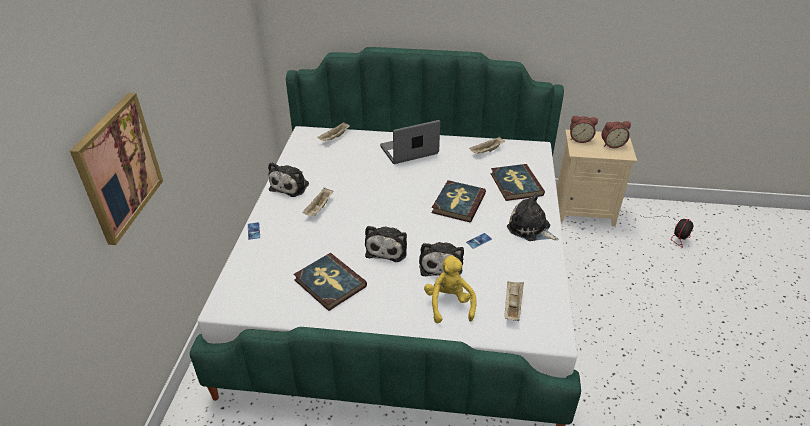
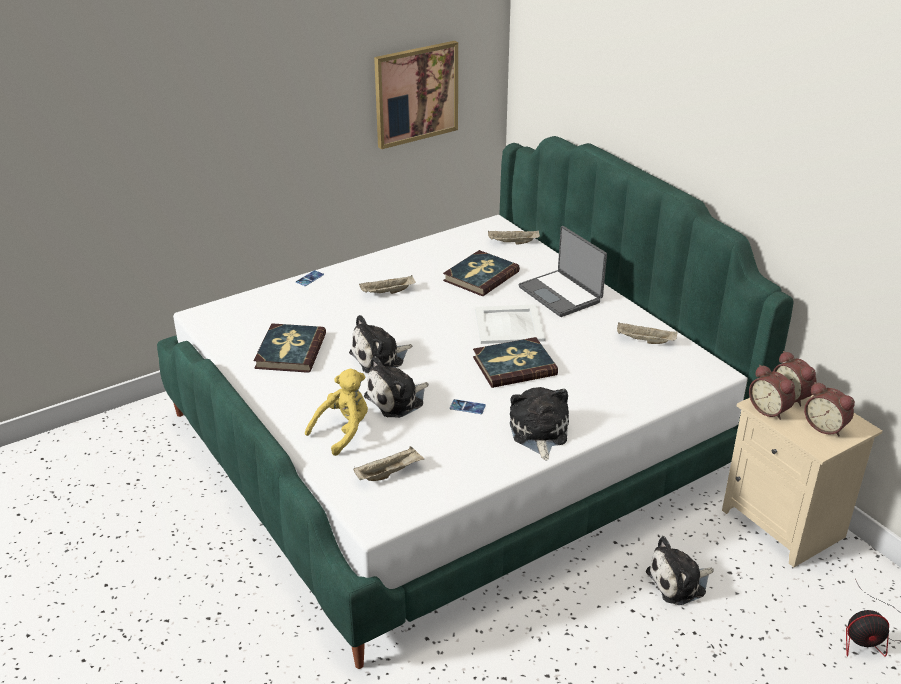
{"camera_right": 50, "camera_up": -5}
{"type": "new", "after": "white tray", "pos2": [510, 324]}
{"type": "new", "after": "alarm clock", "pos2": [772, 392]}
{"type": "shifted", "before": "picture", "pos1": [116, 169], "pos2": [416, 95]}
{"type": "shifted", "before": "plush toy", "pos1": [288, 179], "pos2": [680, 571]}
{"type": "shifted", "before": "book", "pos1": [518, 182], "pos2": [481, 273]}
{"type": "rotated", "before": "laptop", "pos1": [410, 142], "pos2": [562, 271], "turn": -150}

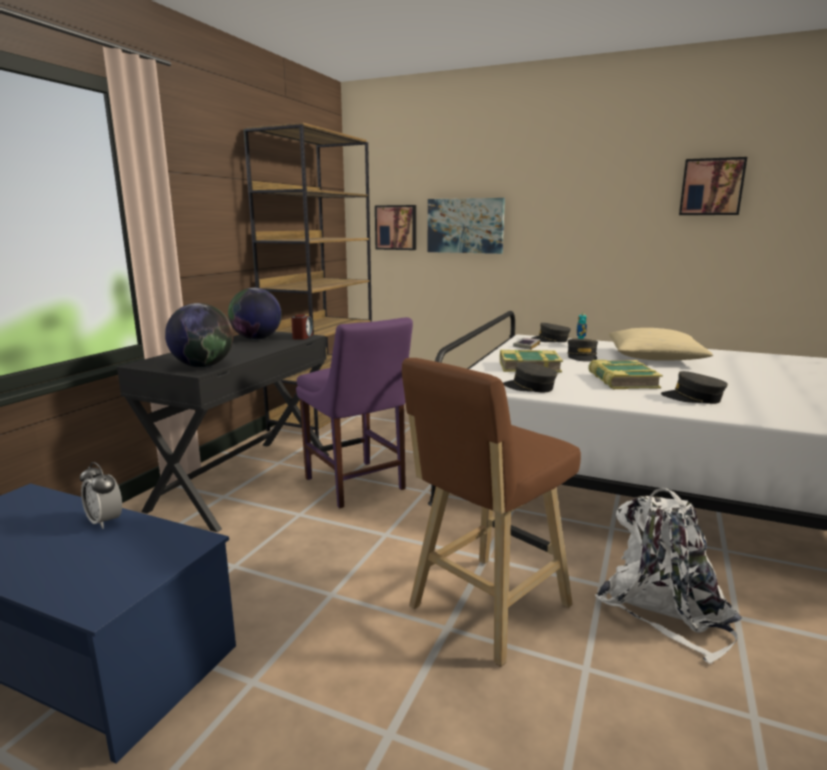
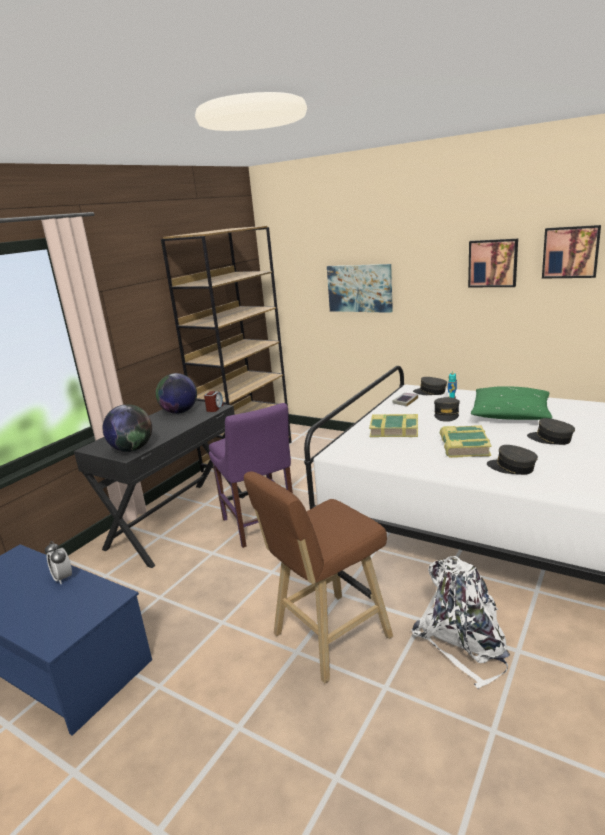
{"camera_right": 10, "camera_up": 5}
{"type": "shifted", "before": "picture", "pos1": [395, 227], "pos2": [493, 263]}
{"type": "shifted", "before": "grey cap", "pos1": [530, 377], "pos2": [551, 431]}
{"type": "repainted", "before": "beige pillow", "after": "green pillow", "pos1": [661, 344], "pos2": [511, 403]}

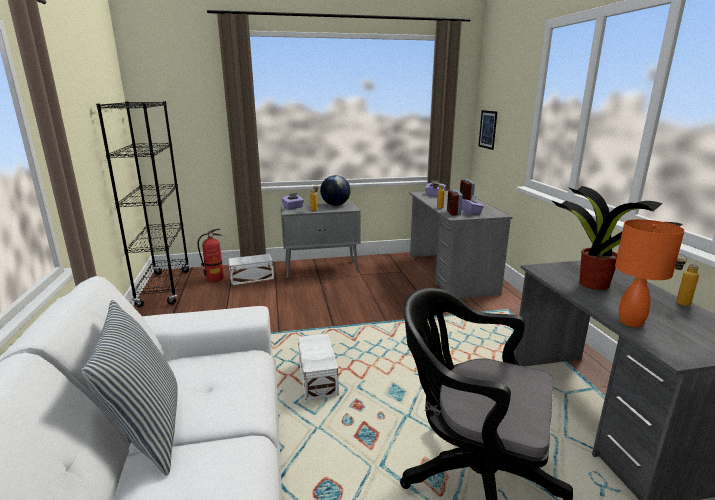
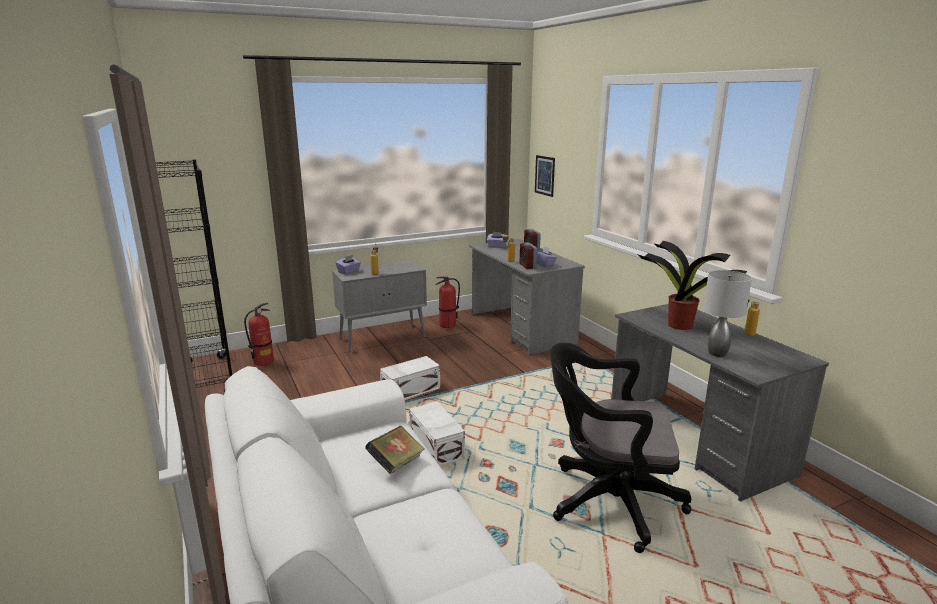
{"camera_right": -15, "camera_up": 0}
{"type": "gone", "before": "pillow", "pos1": [129, 388]}
{"type": "gone", "before": "globe", "pos1": [335, 190]}
{"type": "new", "after": "book", "pos2": [395, 450]}
{"type": "new", "after": "fire extinguisher", "pos2": [447, 302]}
{"type": "shifted", "before": "white storage box", "pos1": [251, 269], "pos2": [410, 378]}
{"type": "repainted", "before": "orange table lamp", "after": "grey table lamp", "pos1": [650, 273], "pos2": [727, 313]}

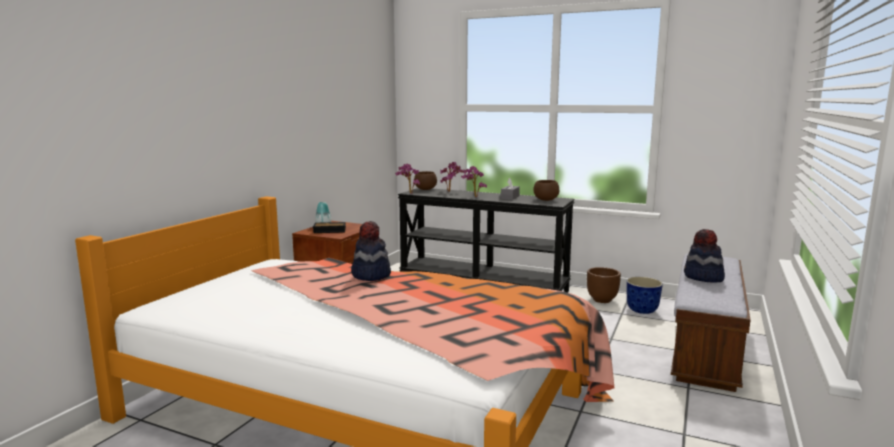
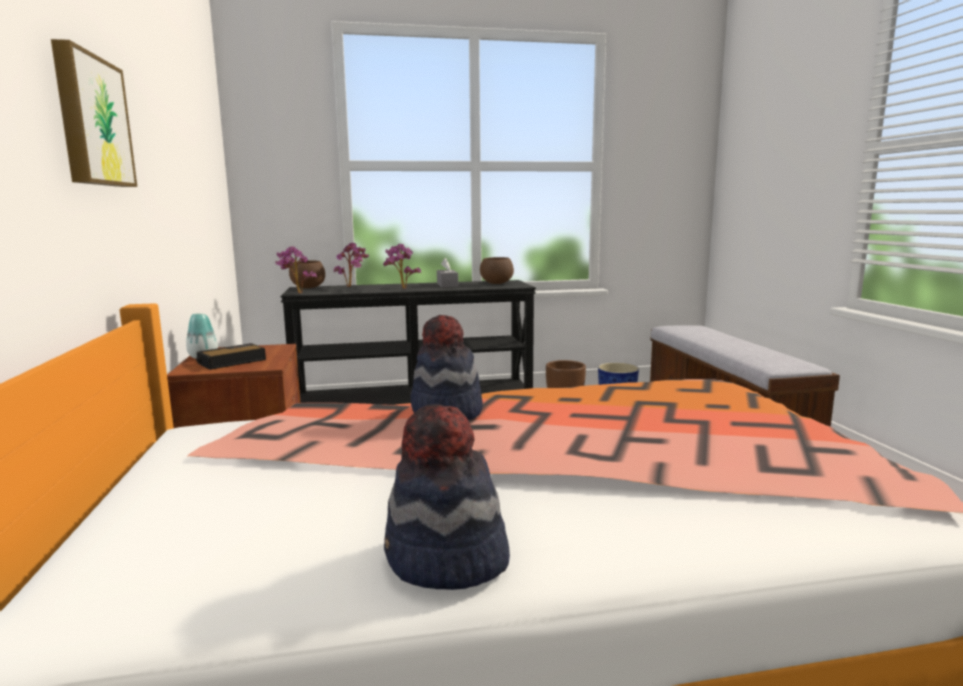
{"camera_right": -35, "camera_up": 0}
{"type": "new", "after": "picture", "pos2": [94, 113]}
{"type": "shifted", "before": "hat", "pos1": [704, 255], "pos2": [447, 497]}

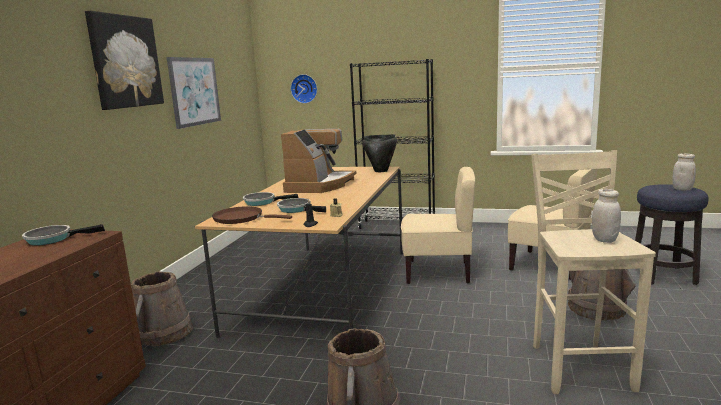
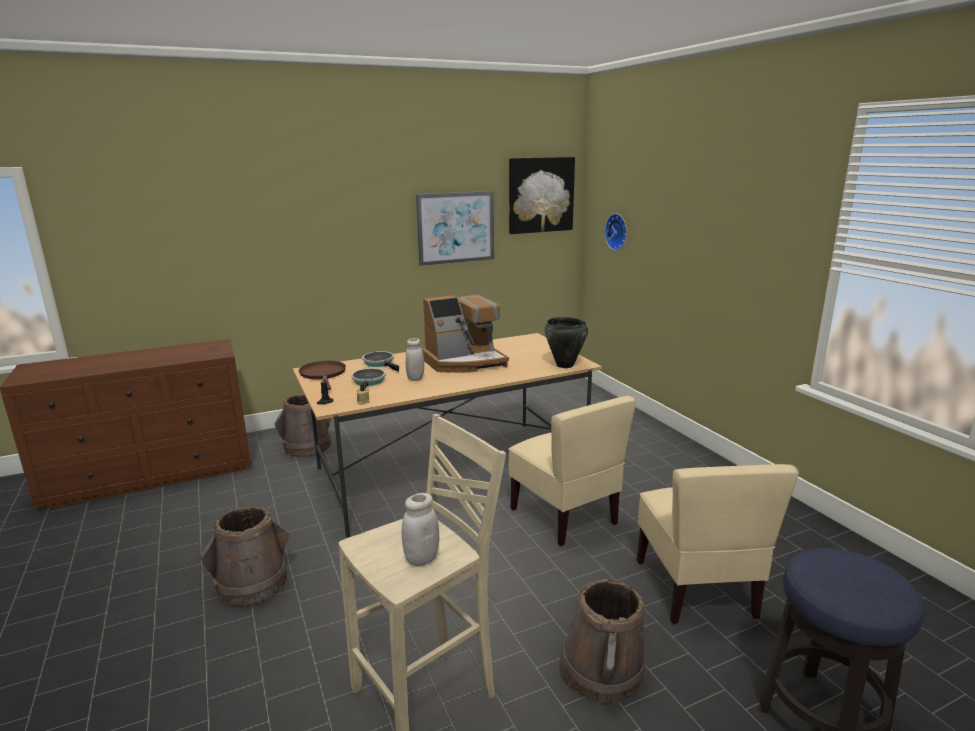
{"camera_right": 50, "camera_up": 5}
{"type": "gone", "before": "frying pan", "pos1": [63, 234]}
{"type": "gone", "before": "black bookcase", "pos1": [392, 144]}
{"type": "shifted", "before": "picture", "pos1": [124, 60], "pos2": [542, 195]}
{"type": "shifted", "before": "white jar", "pos1": [684, 172], "pos2": [414, 359]}

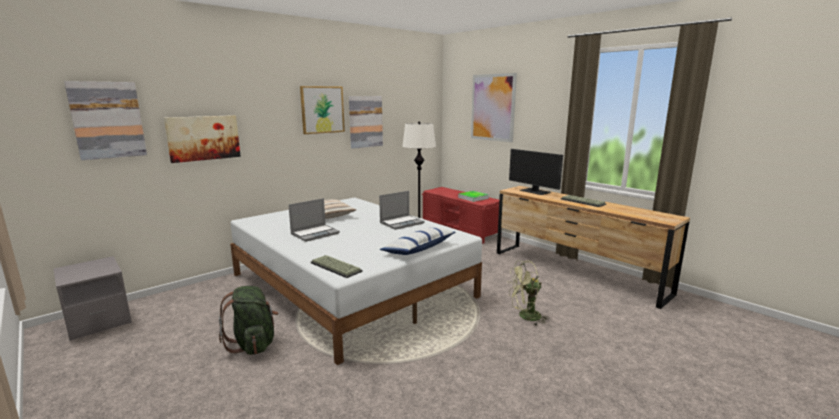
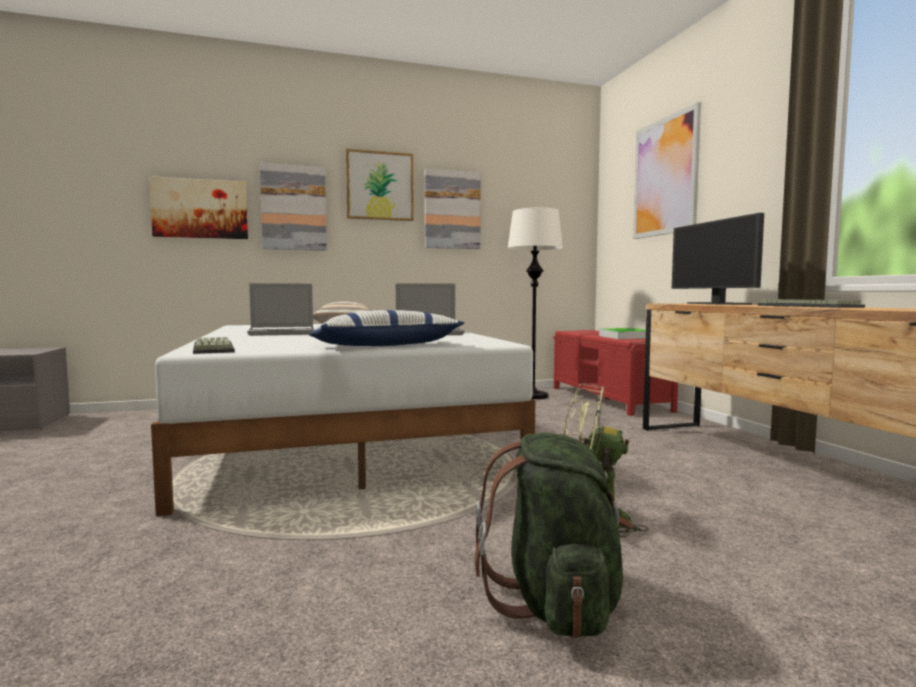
{"camera_right": 25, "camera_up": -10}
{"type": "shifted", "before": "picture", "pos1": [105, 120], "pos2": [293, 207]}
{"type": "shifted", "before": "green backpack", "pos1": [248, 320], "pos2": [554, 535]}

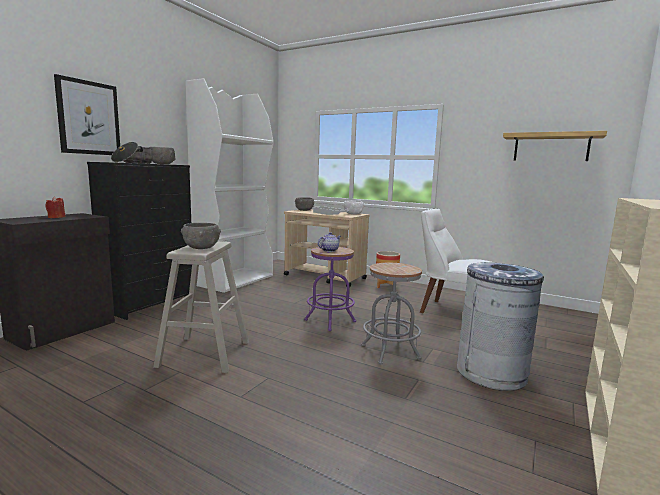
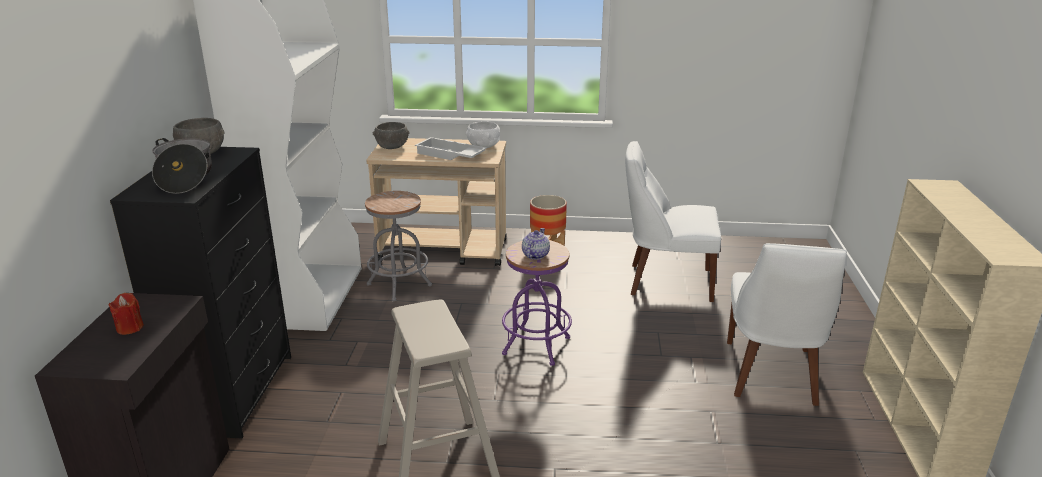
{"camera_right": -25, "camera_up": 15}
{"type": "gone", "before": "picture", "pos1": [87, 114]}
{"type": "gone", "before": "grey bowl", "pos1": [201, 236]}
{"type": "gone", "before": "shelf", "pos1": [555, 146]}
{"type": "shifted", "before": "grey stool", "pos1": [391, 314], "pos2": [398, 246]}
{"type": "swapped", "before": "grey trash can", "after": "white chair", "pos1": [500, 326], "pos2": [787, 324]}

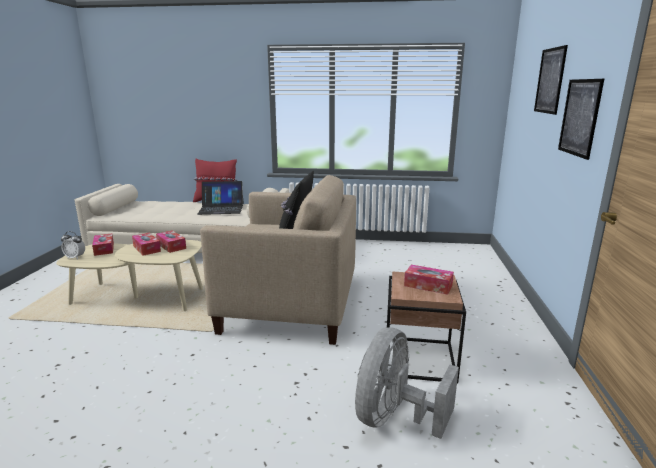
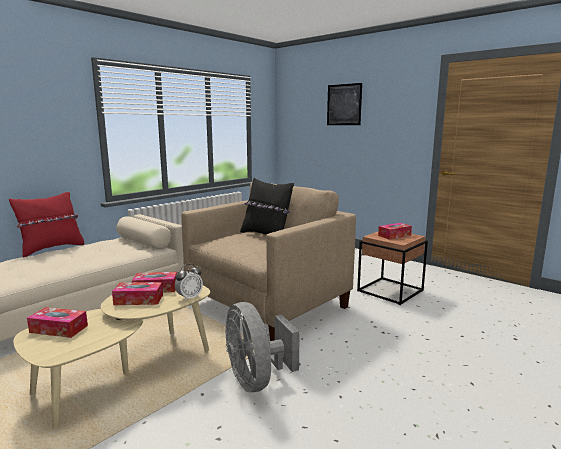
{"camera_right": -55, "camera_up": -5}
{"type": "gone", "before": "laptop", "pos1": [220, 198]}
{"type": "gone", "before": "picture", "pos1": [581, 119]}
{"type": "shifted", "before": "alarm clock", "pos1": [73, 245], "pos2": [189, 282]}
{"type": "shifted", "before": "grey fan", "pos1": [407, 383], "pos2": [262, 347]}

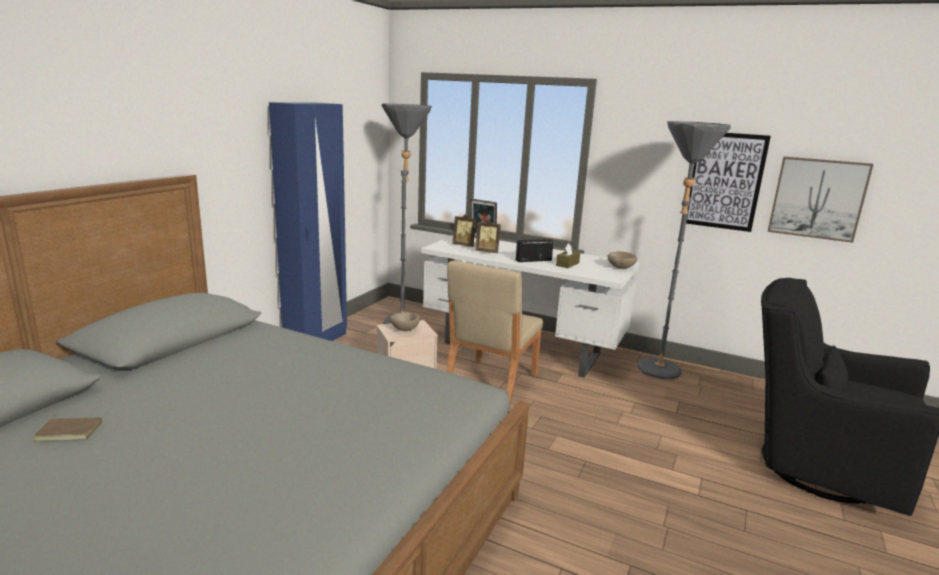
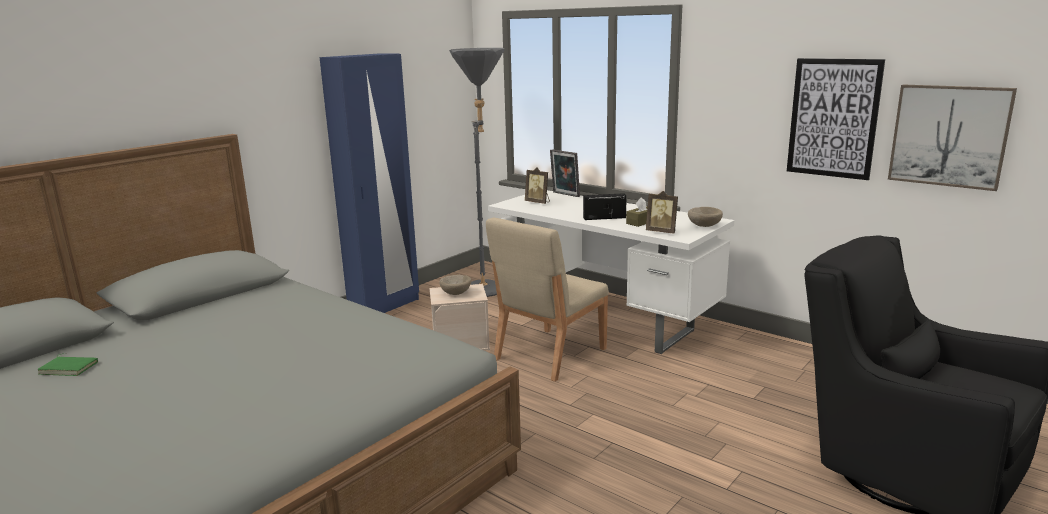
{"camera_right": 15, "camera_up": 0}
{"type": "gone", "before": "grey floor lamp", "pos1": [684, 250]}
{"type": "shifted", "before": "picture frame", "pos1": [488, 236], "pos2": [662, 212]}
{"type": "repainted", "before": "brown book", "after": "green book", "pos1": [67, 427], "pos2": [67, 364]}

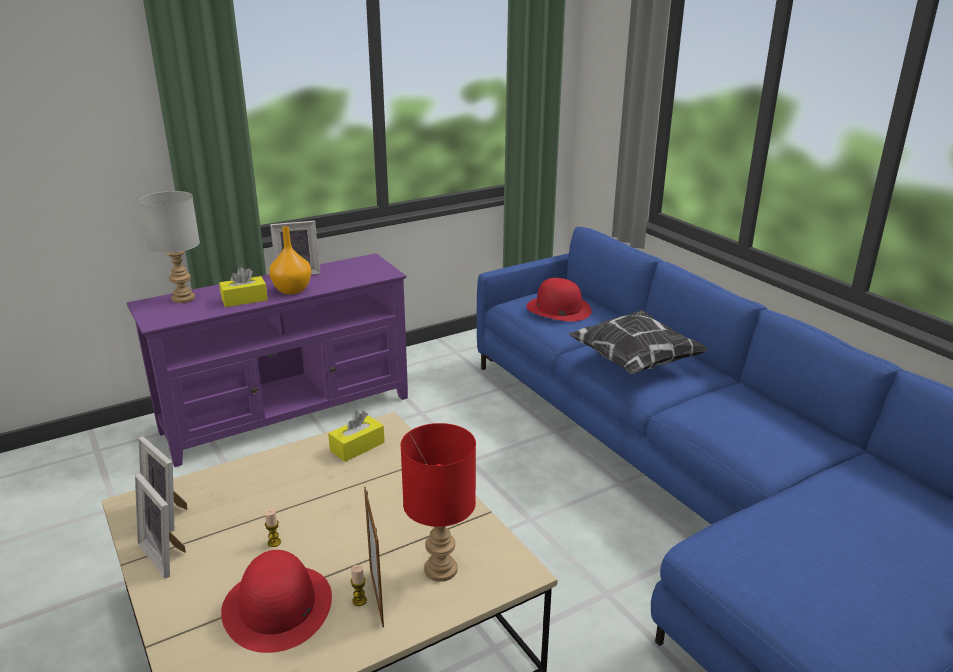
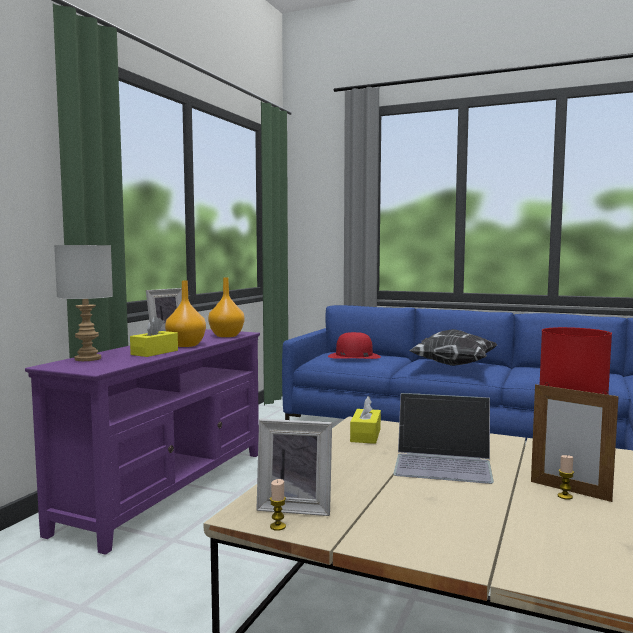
{"camera_right": -35, "camera_up": -20}
{"type": "gone", "before": "picture frame", "pos1": [160, 525]}
{"type": "gone", "before": "red hat", "pos1": [276, 601]}
{"type": "new", "after": "orange vase", "pos2": [226, 307]}
{"type": "new", "after": "laptop", "pos2": [443, 438]}
{"type": "shifted", "before": "candle", "pos1": [273, 527], "pos2": [278, 505]}

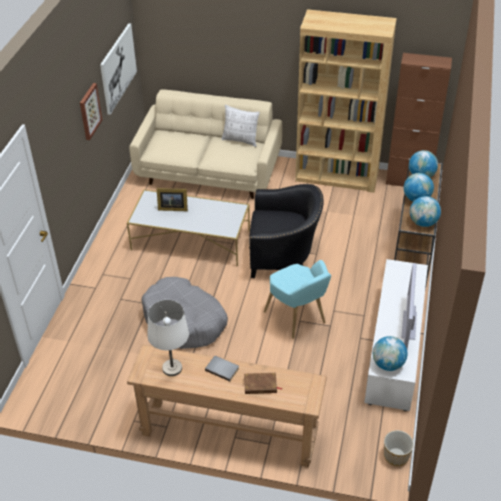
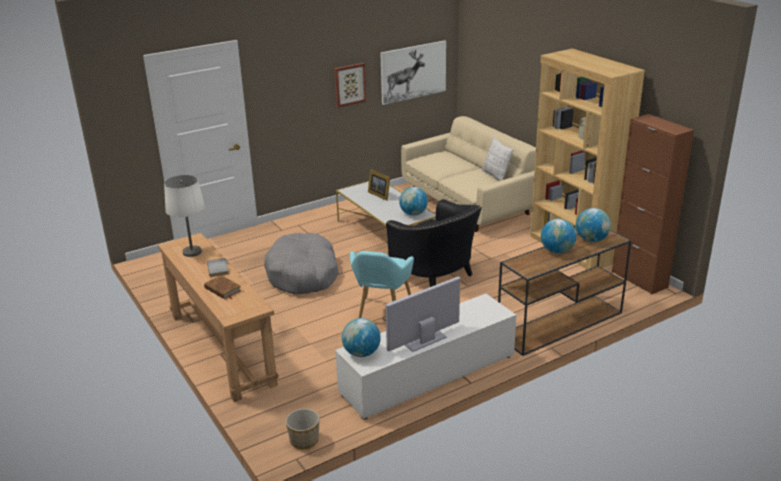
{"camera_right": 45, "camera_up": -15}
{"type": "shifted", "before": "globe", "pos1": [425, 211], "pos2": [413, 201]}

